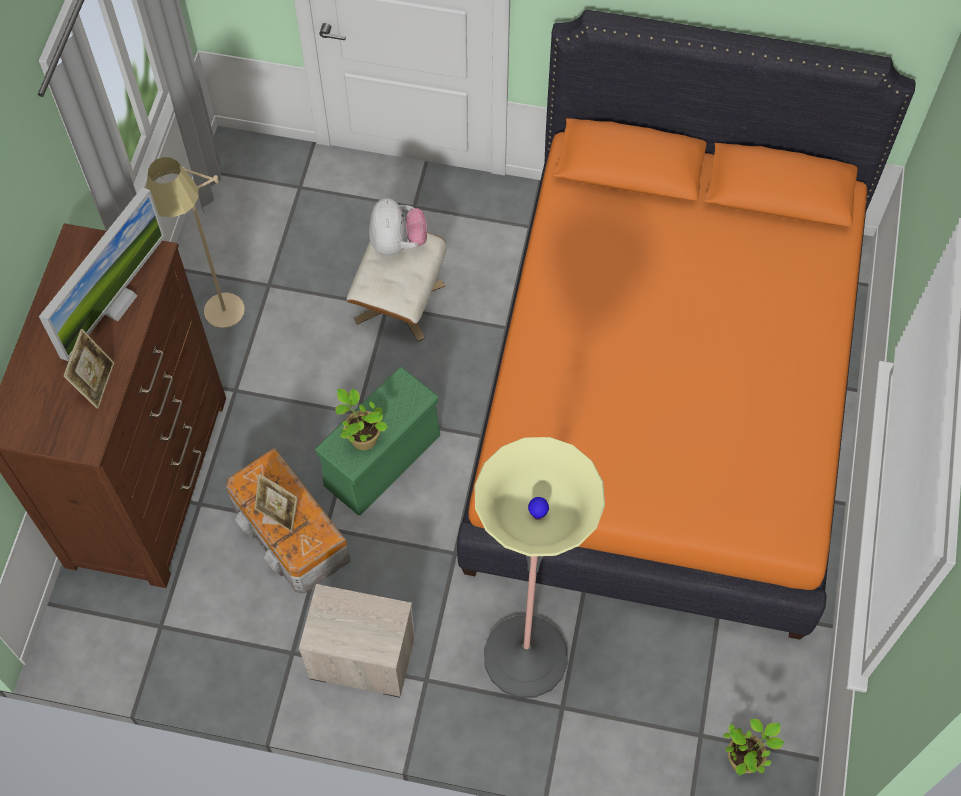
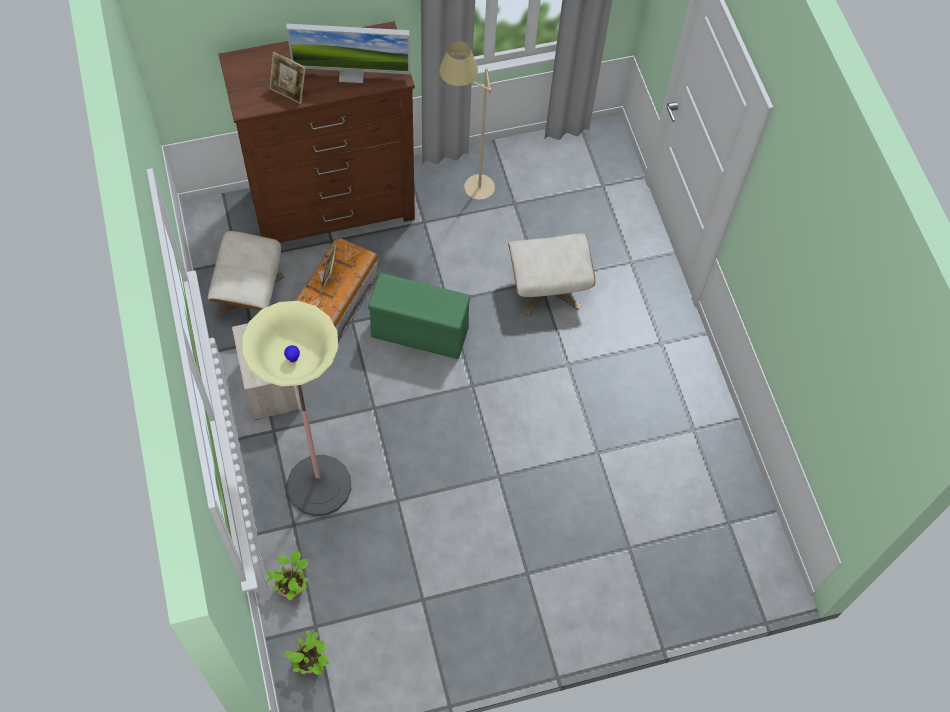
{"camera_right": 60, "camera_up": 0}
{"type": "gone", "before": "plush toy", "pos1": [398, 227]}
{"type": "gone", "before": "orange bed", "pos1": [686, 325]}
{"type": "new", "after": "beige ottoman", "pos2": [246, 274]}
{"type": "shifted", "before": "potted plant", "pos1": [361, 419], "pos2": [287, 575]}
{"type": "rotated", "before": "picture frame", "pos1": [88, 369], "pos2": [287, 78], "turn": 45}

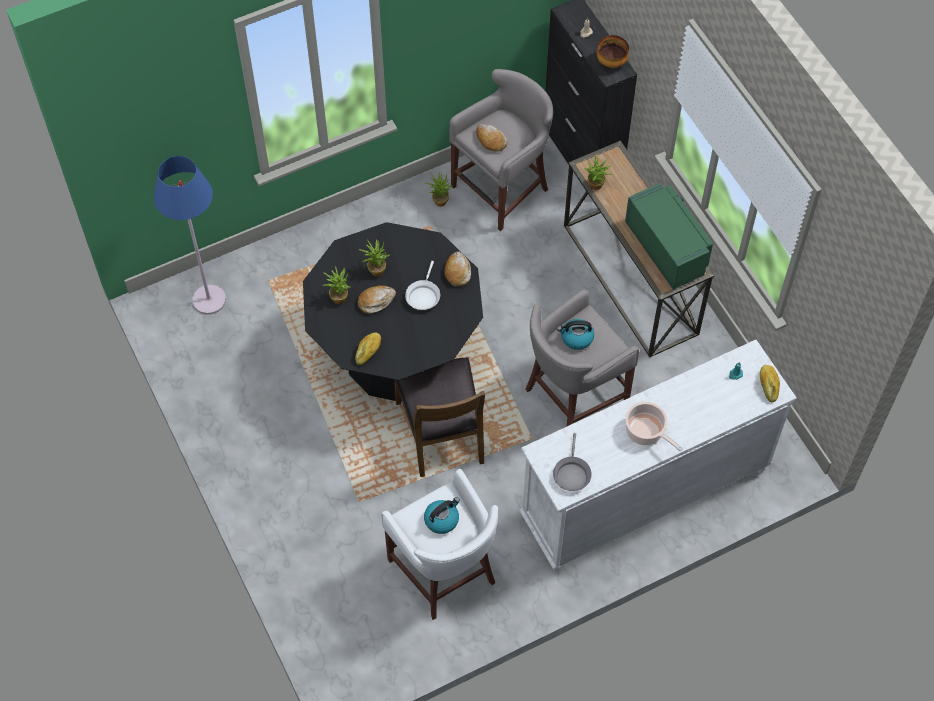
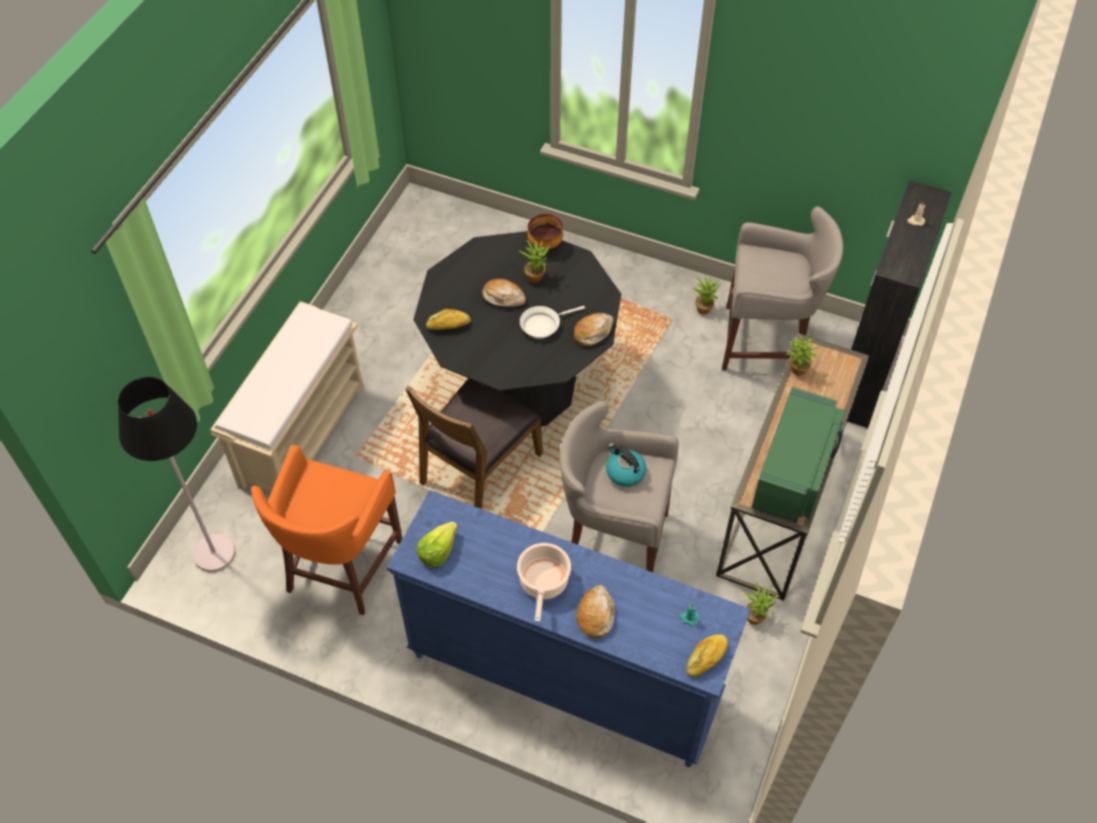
{"camera_right": 50, "camera_up": -5}
{"type": "gone", "before": "blue floor lamp", "pos1": [190, 235]}
{"type": "gone", "before": "kettle", "pos1": [442, 515]}
{"type": "new", "after": "black floor lamp", "pos2": [176, 474]}
{"type": "new", "after": "beige bench", "pos2": [287, 397]}
{"type": "shifted", "before": "potted plant", "pos1": [337, 285], "pos2": [761, 603]}
{"type": "shifted", "before": "bread", "pos1": [491, 138], "pos2": [595, 611]}
{"type": "shifted", "before": "bowl", "pos1": [613, 51], "pos2": [545, 231]}
{"type": "swapped", "before": "grey frying pan", "after": "lettuce", "pos1": [572, 462], "pos2": [437, 544]}
{"type": "repainted", "before": "white stool", "after": "orange stool", "pos1": [439, 544], "pos2": [327, 530]}
{"type": "repainted", "before": "white dresser", "after": "blue dresser", "pos1": [658, 456], "pos2": [569, 628]}

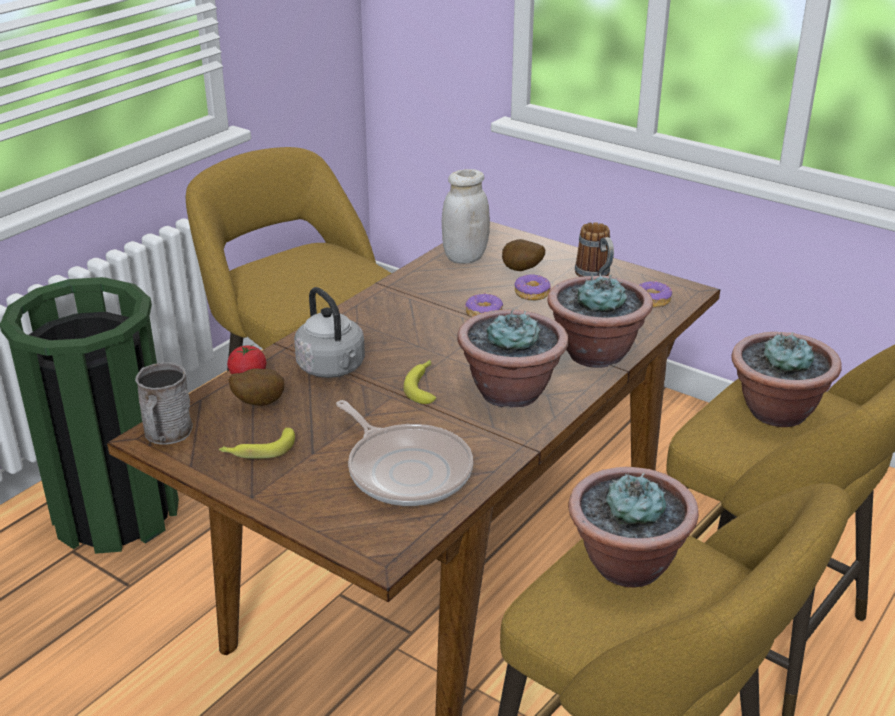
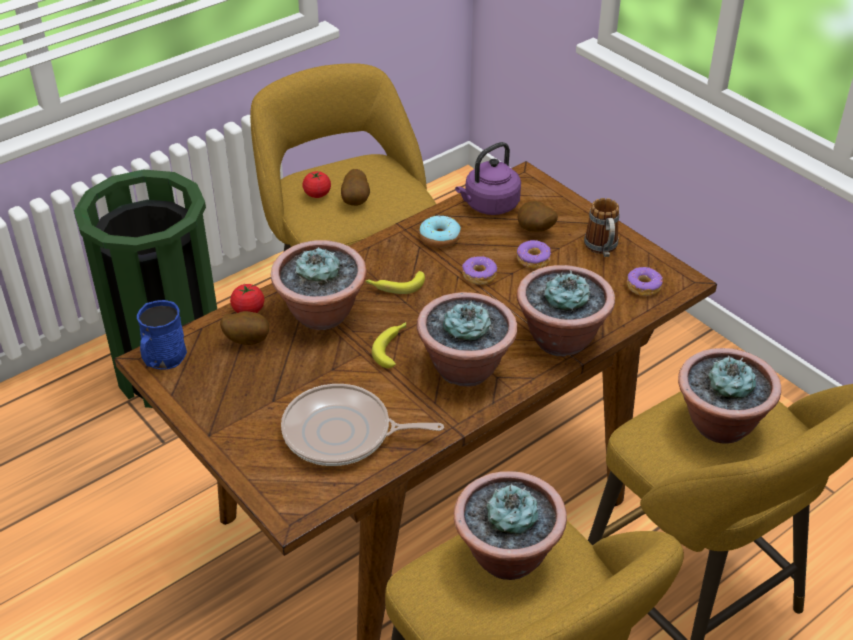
{"camera_right": 15, "camera_up": 10}
{"type": "new", "after": "tomato", "pos2": [316, 184]}
{"type": "new", "after": "potato", "pos2": [355, 187]}
{"type": "new", "after": "donut", "pos2": [440, 232]}
{"type": "shifted", "before": "banana", "pos1": [257, 443], "pos2": [395, 282]}
{"type": "swapped", "before": "grey kettle", "after": "potted plant", "pos1": [329, 332], "pos2": [319, 285]}
{"type": "swapped", "before": "white jar", "after": "purple kettle", "pos1": [466, 216], "pos2": [488, 178]}
{"type": "repainted", "before": "grey mug", "after": "blue mug", "pos1": [164, 403], "pos2": [162, 335]}
{"type": "rotated", "before": "frying pan", "pos1": [404, 453], "pos2": [362, 425], "turn": 120}

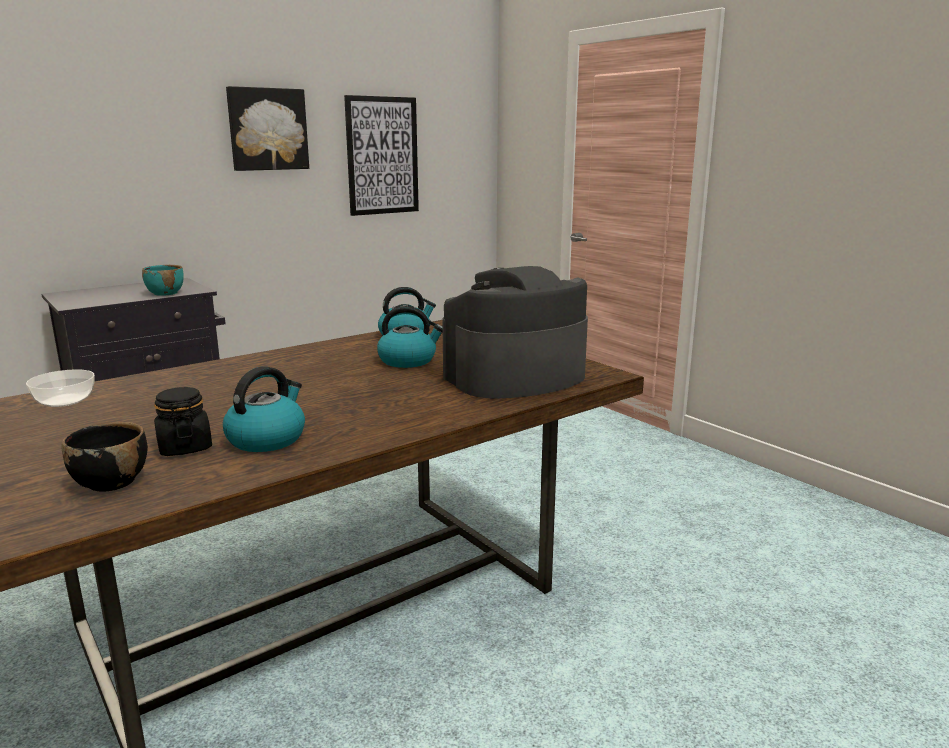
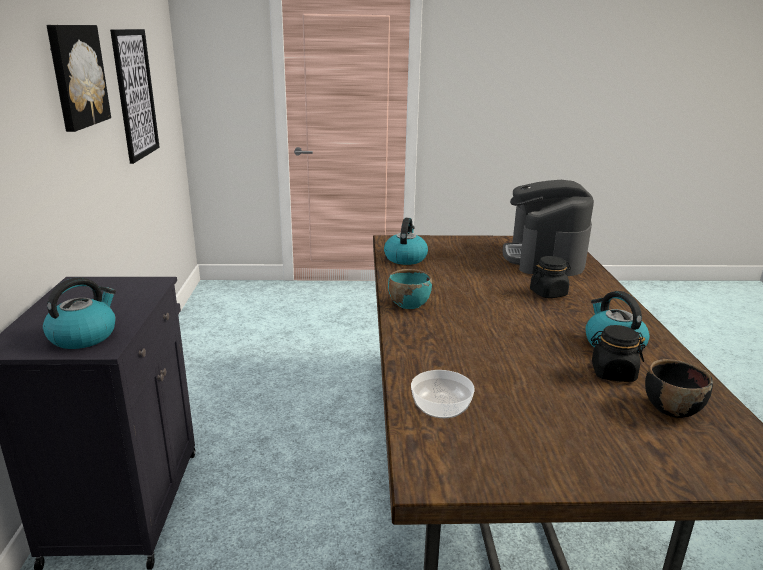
{"camera_right": -55, "camera_up": 5}
{"type": "new", "after": "black jar", "pos2": [550, 277]}
{"type": "shifted", "before": "turquoise bowl", "pos1": [163, 280], "pos2": [410, 289]}
{"type": "shifted", "before": "kettle", "pos1": [410, 337], "pos2": [79, 313]}

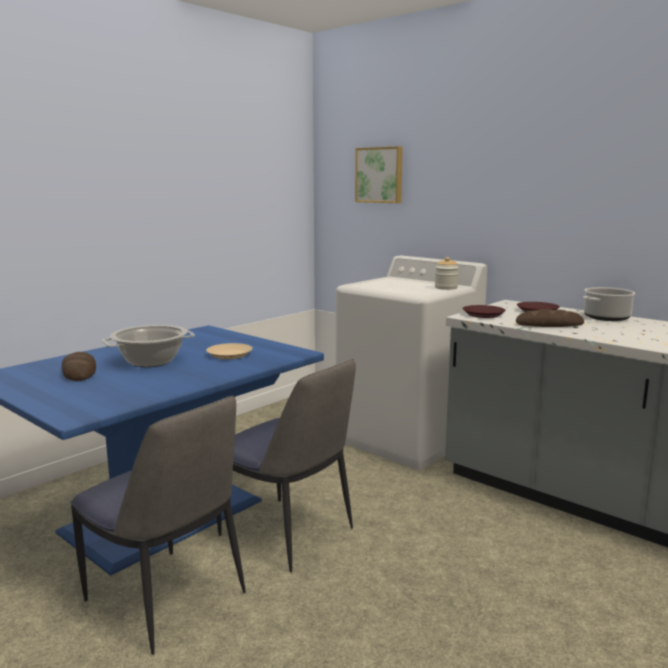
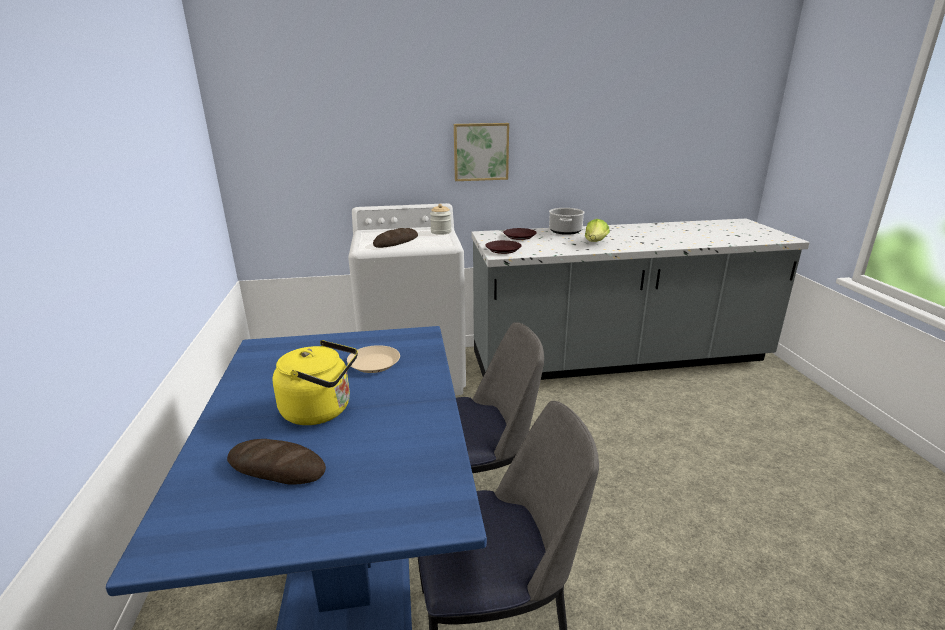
{"camera_right": -50, "camera_up": 10}
{"type": "new", "after": "lettuce", "pos2": [597, 230]}
{"type": "shifted", "before": "picture", "pos1": [379, 174], "pos2": [481, 152]}
{"type": "shifted", "before": "bread", "pos1": [550, 318], "pos2": [395, 238]}
{"type": "swapped", "before": "cooking pot", "after": "yellow kettle", "pos1": [148, 346], "pos2": [315, 382]}

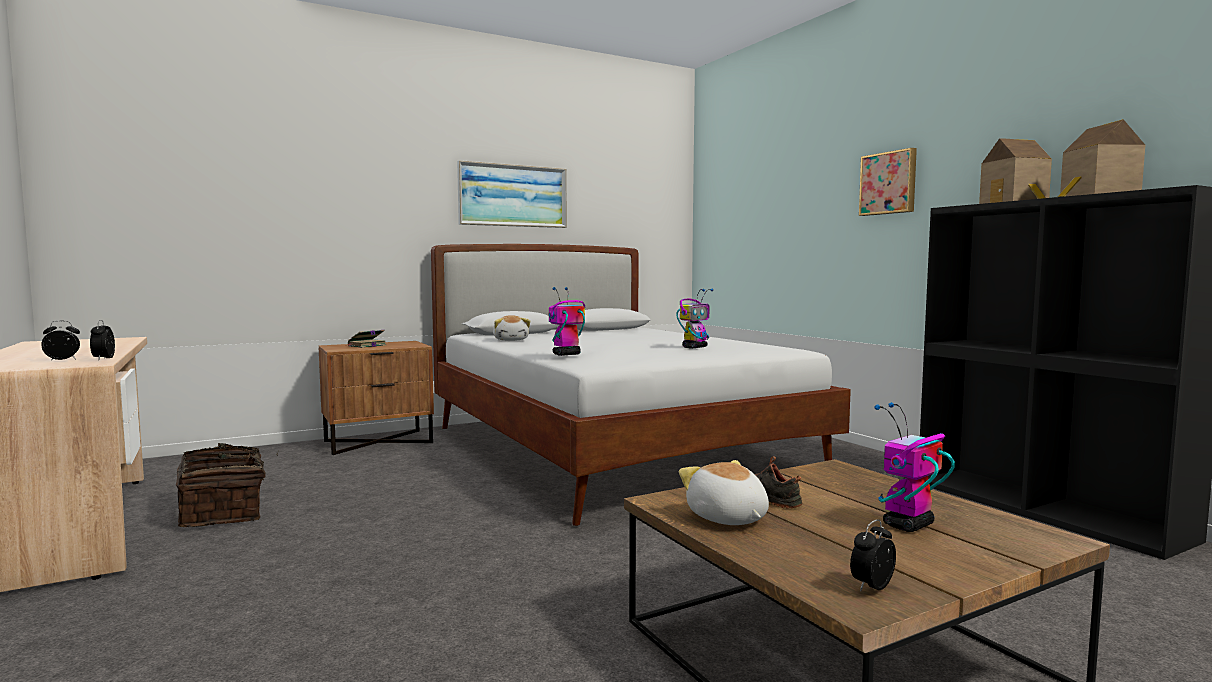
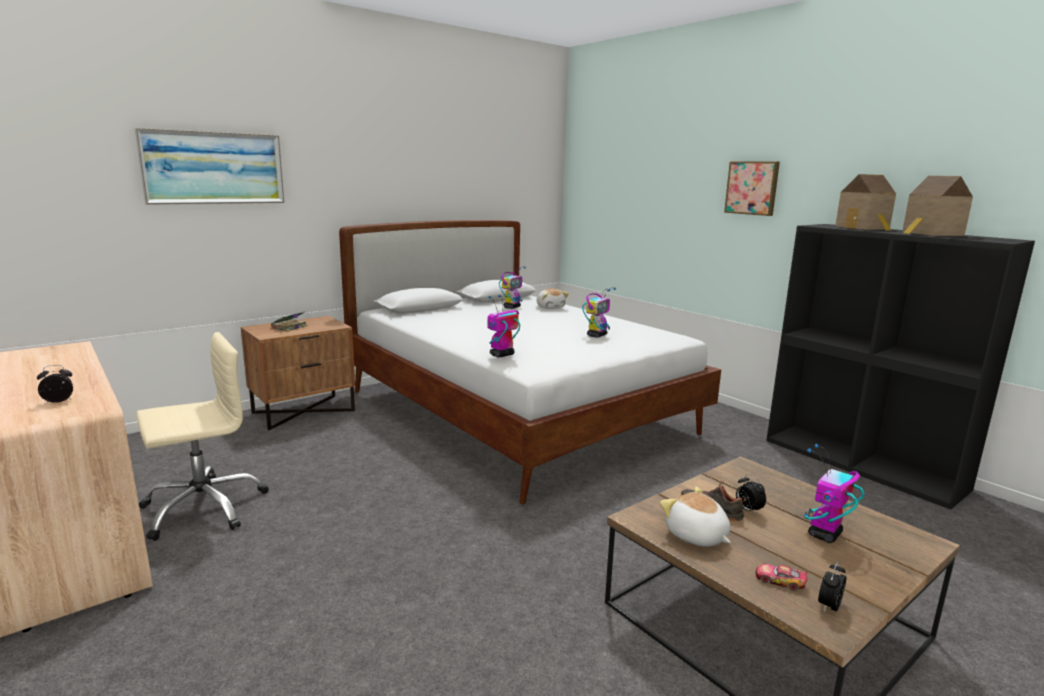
{"camera_right": -10, "camera_up": 10}
{"type": "new", "after": "toy robot", "pos2": [512, 288]}
{"type": "new", "after": "toy car", "pos2": [782, 577]}
{"type": "shifted", "before": "alarm clock", "pos1": [102, 339], "pos2": [751, 494]}
{"type": "shifted", "before": "picture", "pos1": [512, 194], "pos2": [209, 166]}
{"type": "shifted", "before": "plush toy", "pos1": [511, 328], "pos2": [553, 299]}
{"type": "swapped", "before": "basket", "after": "beige office chair", "pos1": [227, 485], "pos2": [202, 436]}

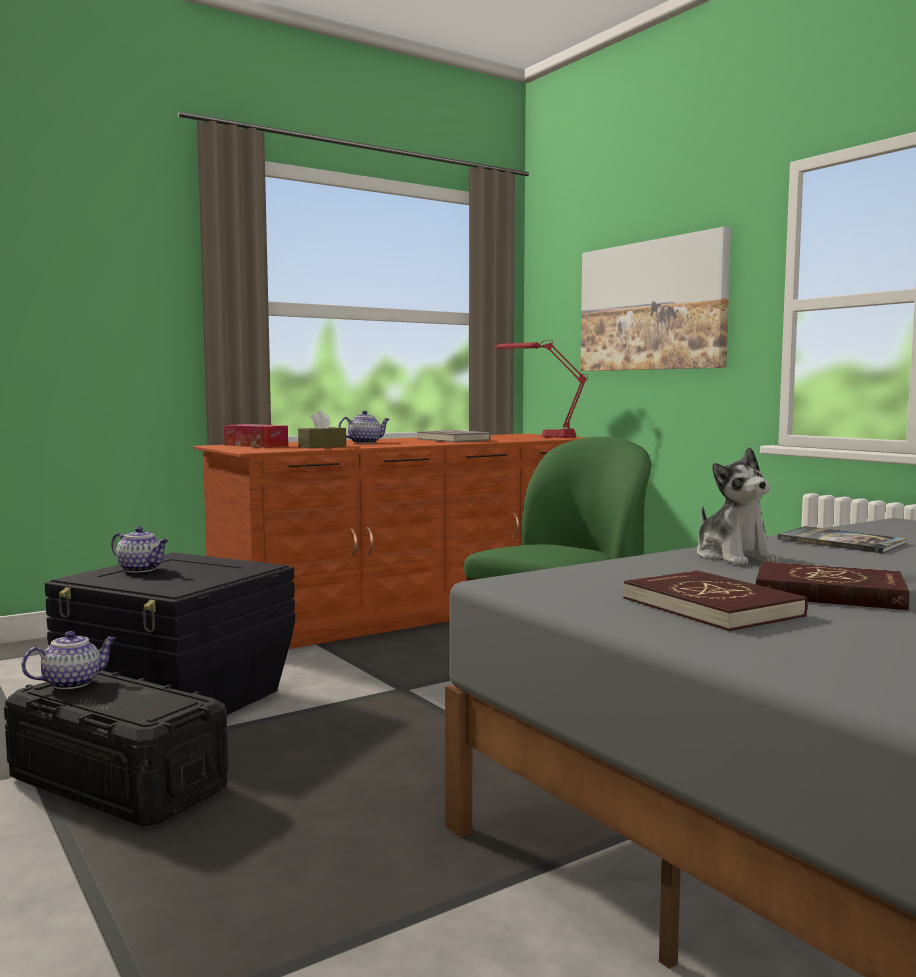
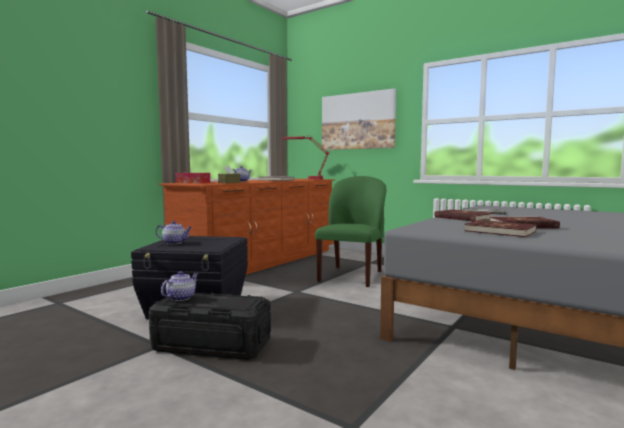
{"camera_right": -20, "camera_up": 0}
{"type": "swapped", "before": "plush toy", "after": "red book", "pos1": [738, 506], "pos2": [463, 215]}

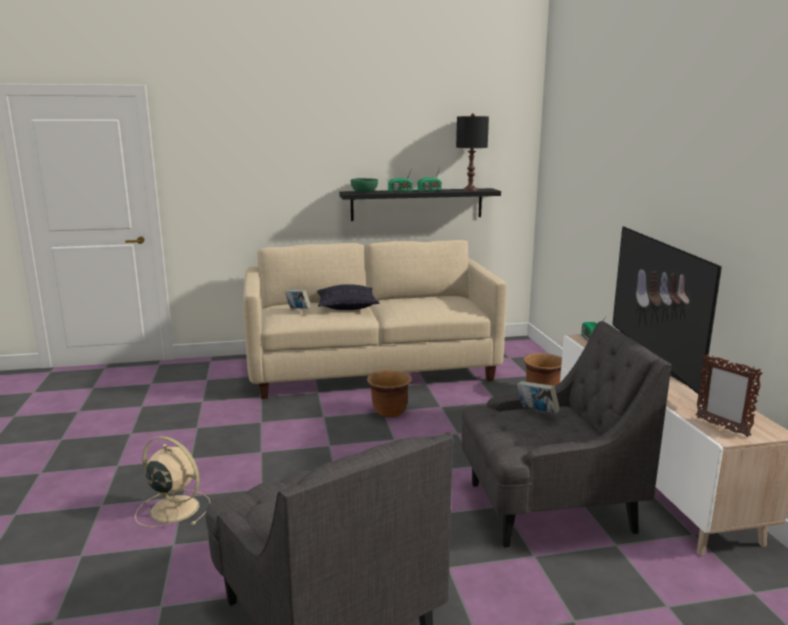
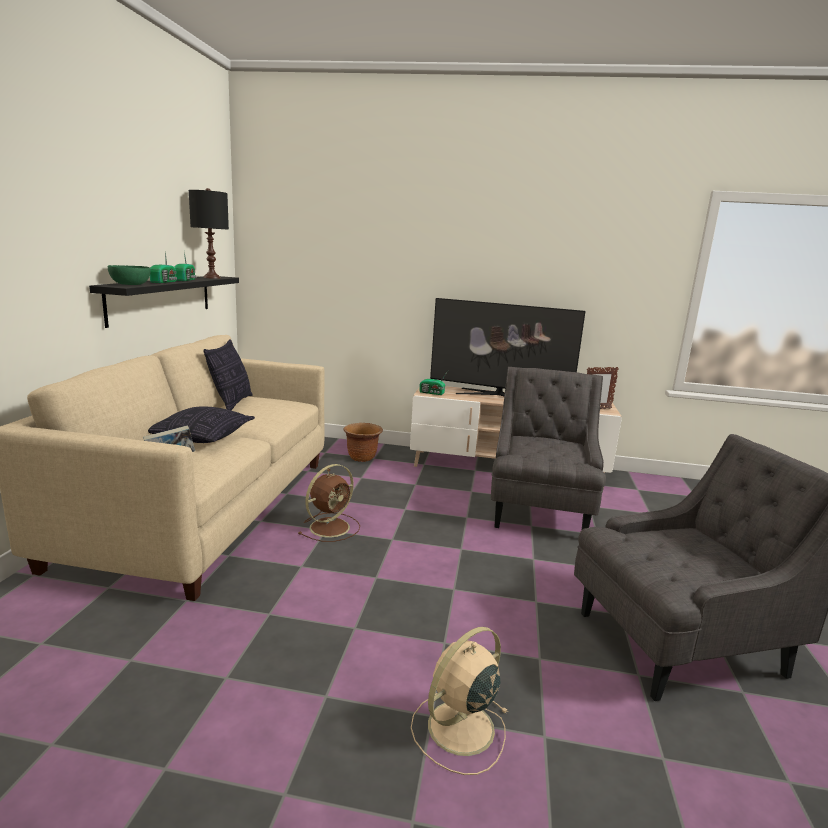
{"camera_right": -70, "camera_up": 0}
{"type": "gone", "before": "book", "pos1": [538, 397]}
{"type": "new", "after": "pillow", "pos2": [228, 374]}
{"type": "swapped", "before": "brown planter", "after": "brown fan", "pos1": [389, 393], "pos2": [329, 503]}

